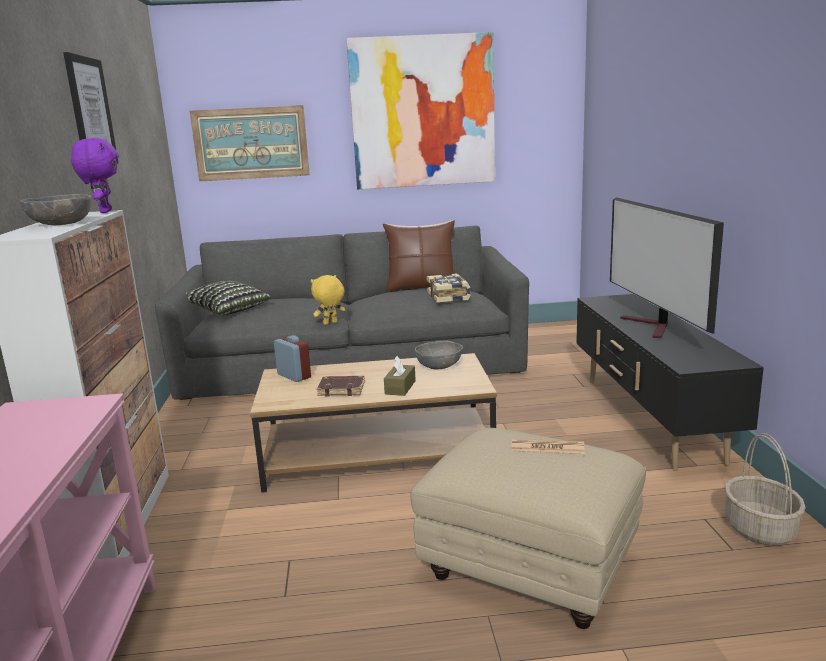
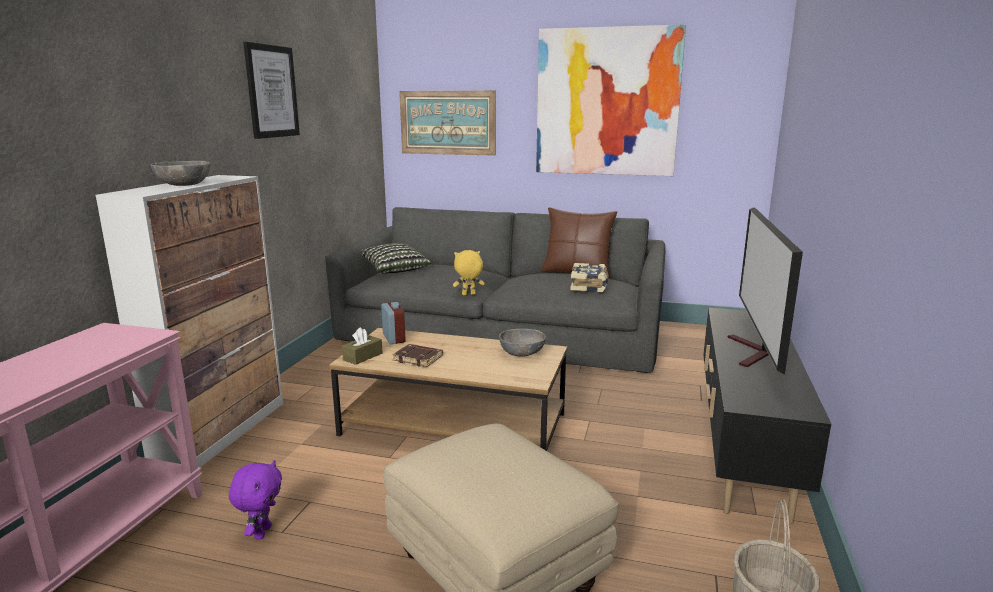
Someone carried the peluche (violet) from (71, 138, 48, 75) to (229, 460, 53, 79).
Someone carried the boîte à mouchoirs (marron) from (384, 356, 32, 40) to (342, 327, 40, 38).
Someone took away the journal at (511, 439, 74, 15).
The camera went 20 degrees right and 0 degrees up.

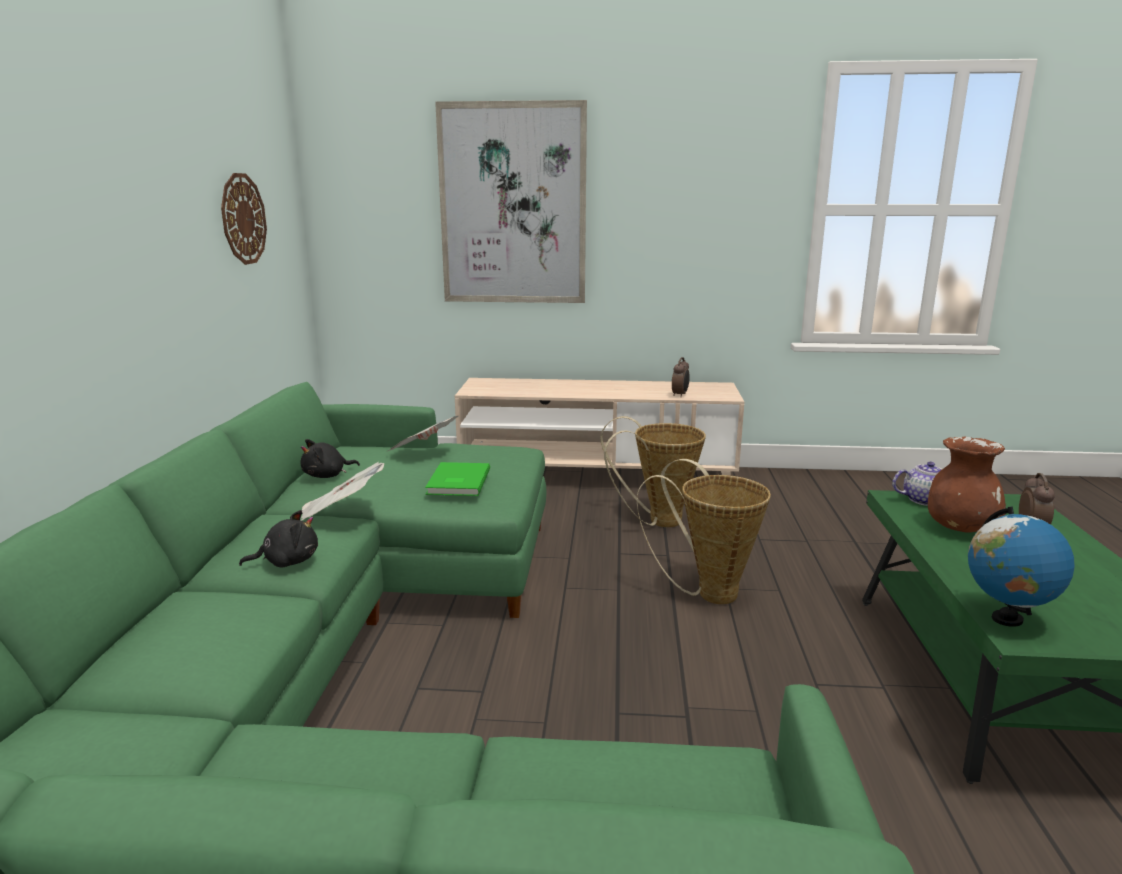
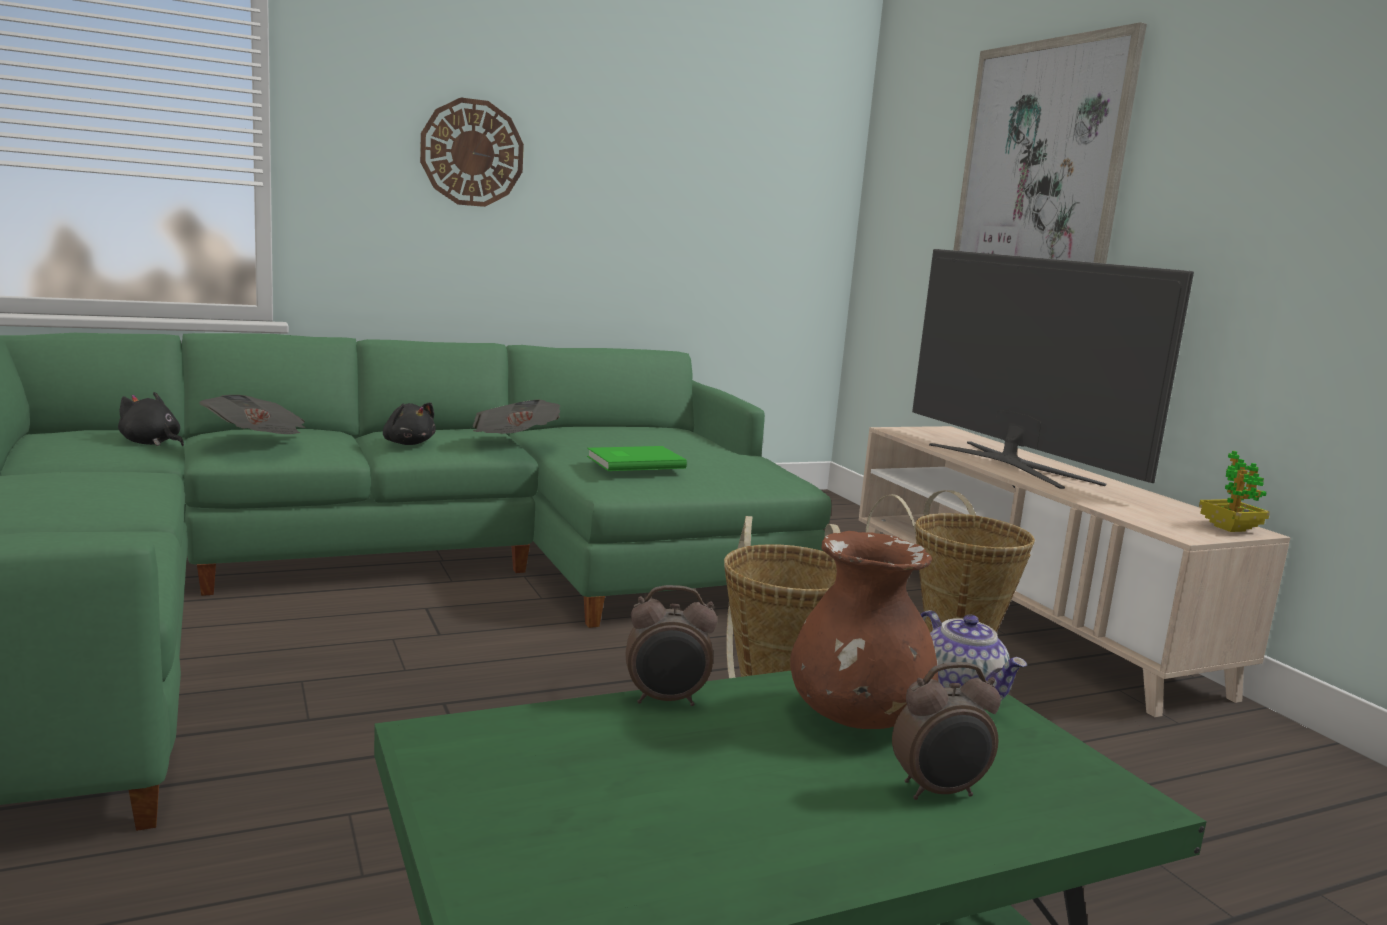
Someone carried the peluche (noir) from (301, 439, 59, 39) to (118, 392, 66, 54).
Someone carried the journal from (386, 416, 73, 36) to (199, 395, 107, 39).
Someone carried the horloge murale from (221, 173, 46, 92) to (420, 97, 104, 110).
Someone carried the réveil from (672, 357, 18, 40) to (626, 585, 91, 121).
Someone put down the téléviseur at (912, 249, 282, 240).
Someone put down the plante en pot at (1199, 451, 71, 81).
Someone took away the globe at (968, 507, 107, 120).
The camera went 60 degrees right and 5 degrees down.

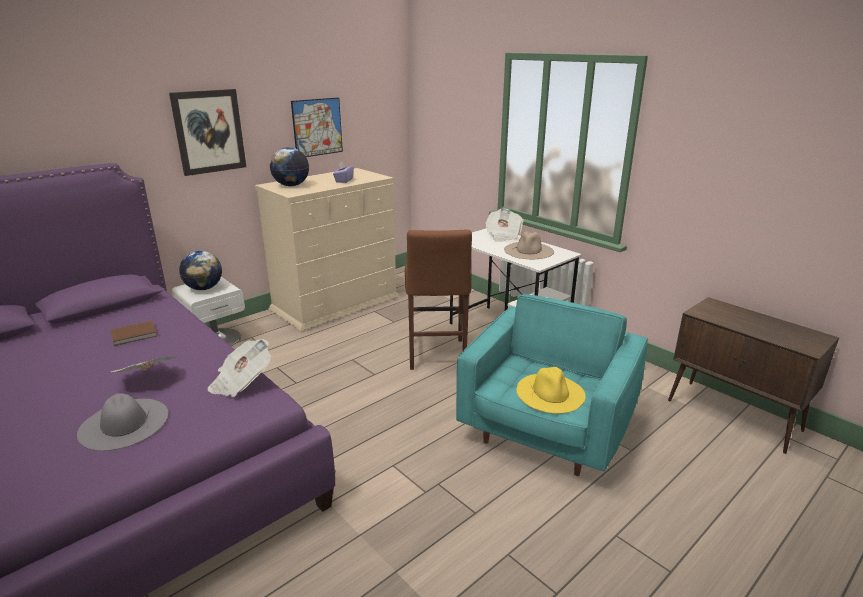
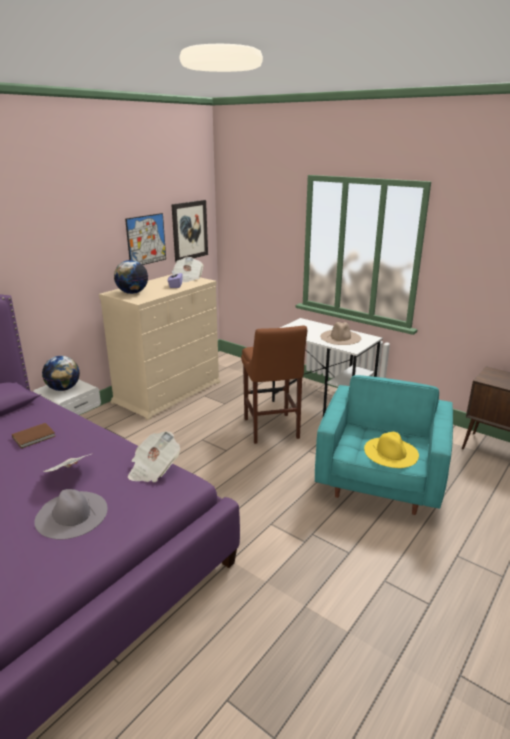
Someone carried the tableau from (169, 89, 77, 87) to (171, 200, 37, 62).
Someone carried the journal from (485, 208, 38, 34) to (173, 257, 31, 25).
The camera went 10 degrees left and 0 degrees up.

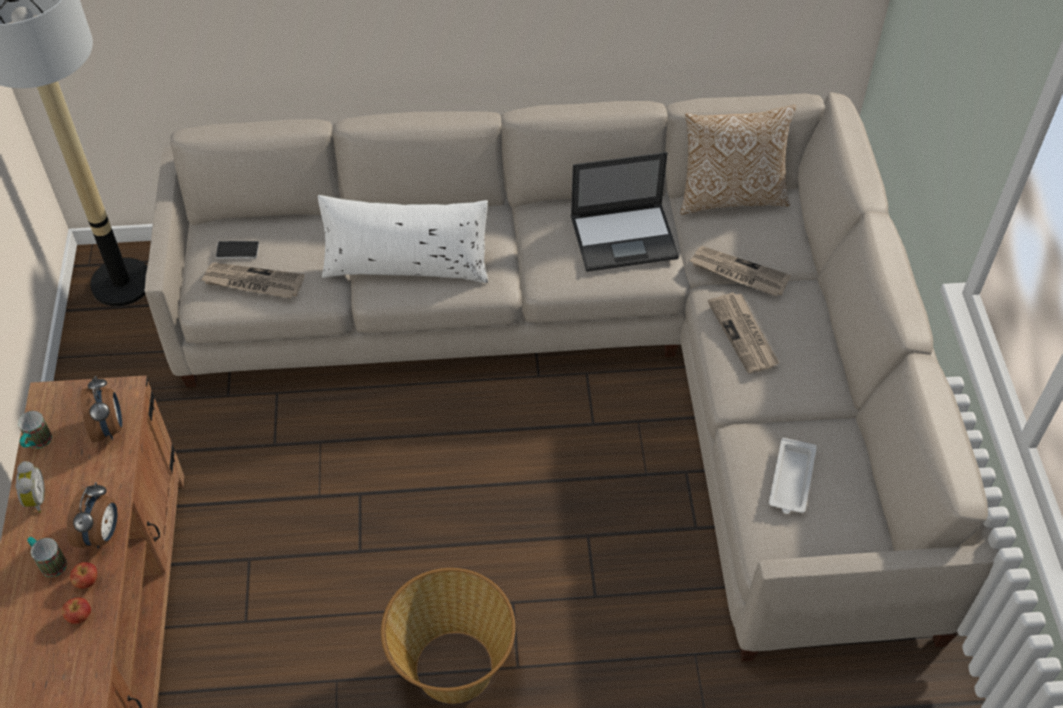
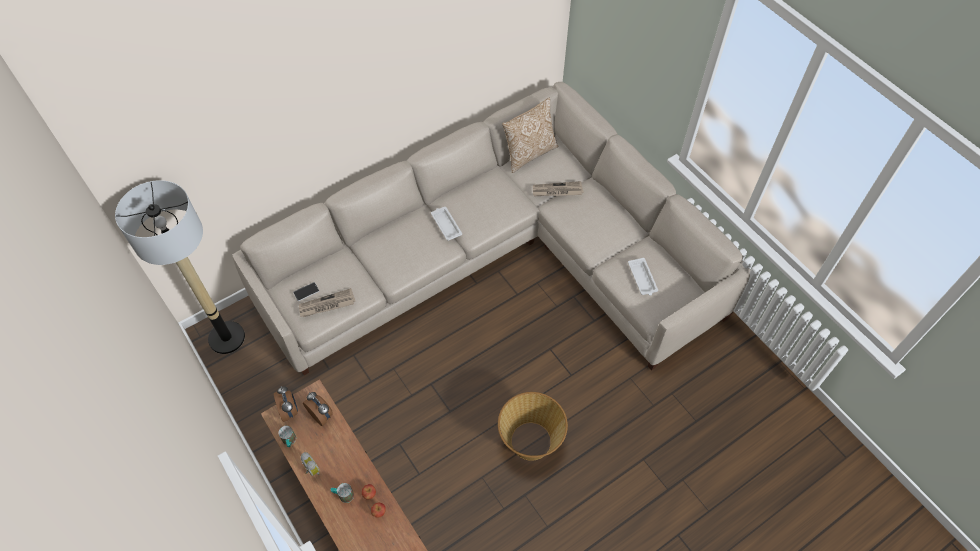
Someone carried the réveil from (67, 482, 50, 66) to (274, 386, 24, 36).
Someone put down the plateau (blanc) at (431, 207, 31, 34).
Someone took away the coussin (blanc) at (318, 195, 170, 88).
Someone took away the ordinateur portable at (571, 152, 108, 120).
Someone took away the journal at (708, 292, 71, 82).
The camera went 30 degrees left and 5 degrees up.

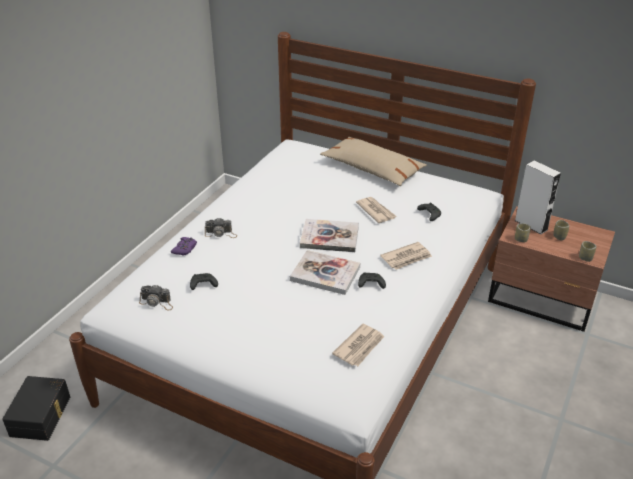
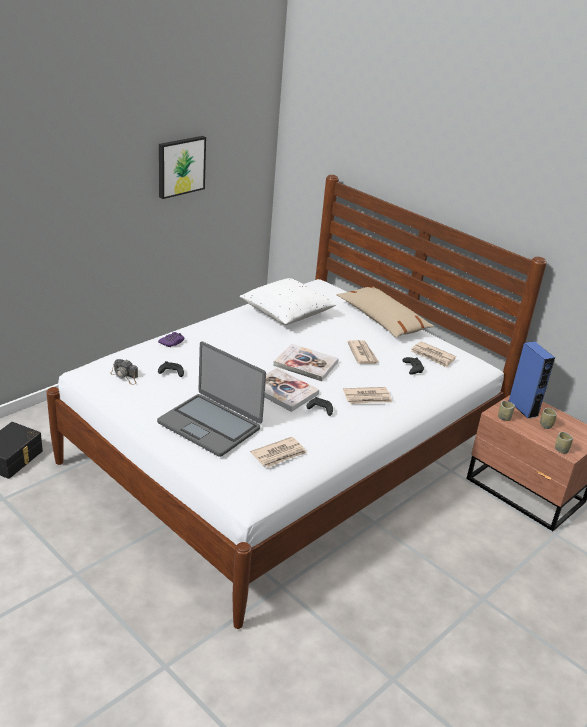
Someone put down the ordinateur portable at (157, 341, 109, 116).
Someone put up the tableau at (159, 136, 47, 63).
Someone put down the coussin (blanc) at (240, 278, 96, 47).
Someone put down the journal at (411, 341, 45, 26).
Someone repainted the enceinte (blanc) at (514, 161, 47, 73), which became the enceinte (bleu) at (508, 341, 47, 78).
Someone took away the appareil photo at (205, 218, 32, 20).
The camera went 15 degrees right and 5 degrees down.

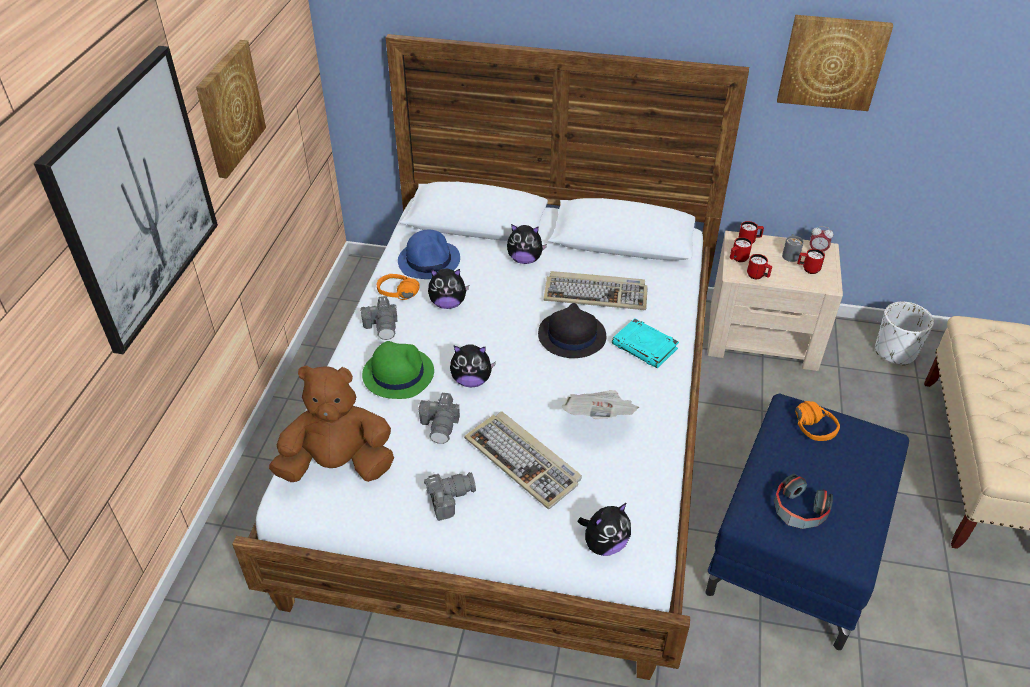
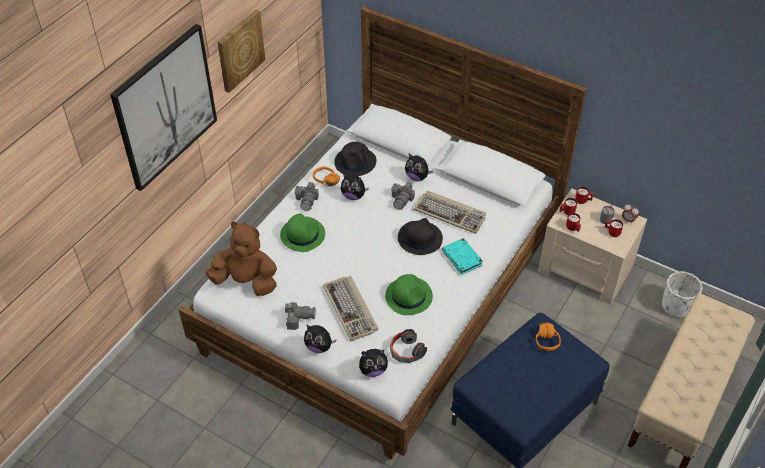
Someone carried the peluche from (450, 344, 46, 44) to (304, 325, 32, 28).
Someone repainted the chapeau (bleu) at (398, 230, 62, 49), which became the chapeau (noir) at (334, 142, 42, 34).
Someone swapped the journal at (561, 390, 78, 29) for the chapeau (vert) at (385, 274, 48, 41).
Someone carried the casque audio from (774, 474, 59, 55) to (390, 329, 37, 34).
Someone carried the appareil photo from (418, 393, 42, 51) to (391, 182, 24, 28).
Someone took away the tableau at (777, 15, 116, 96).
The camera went 20 degrees right and 5 degrees up.

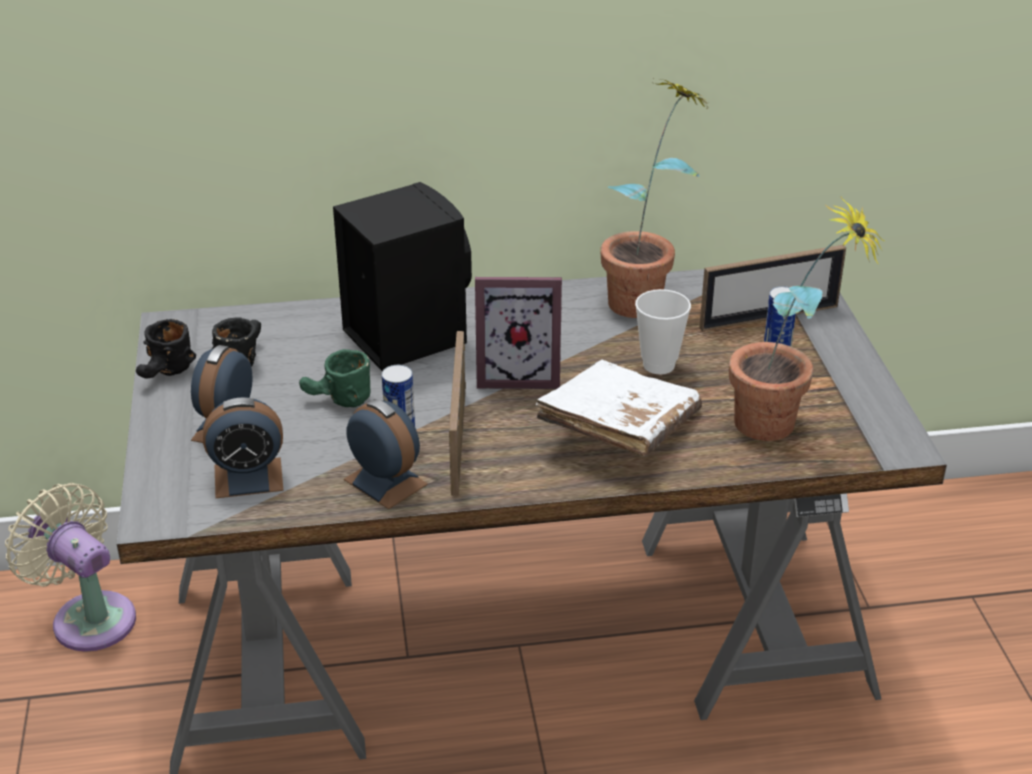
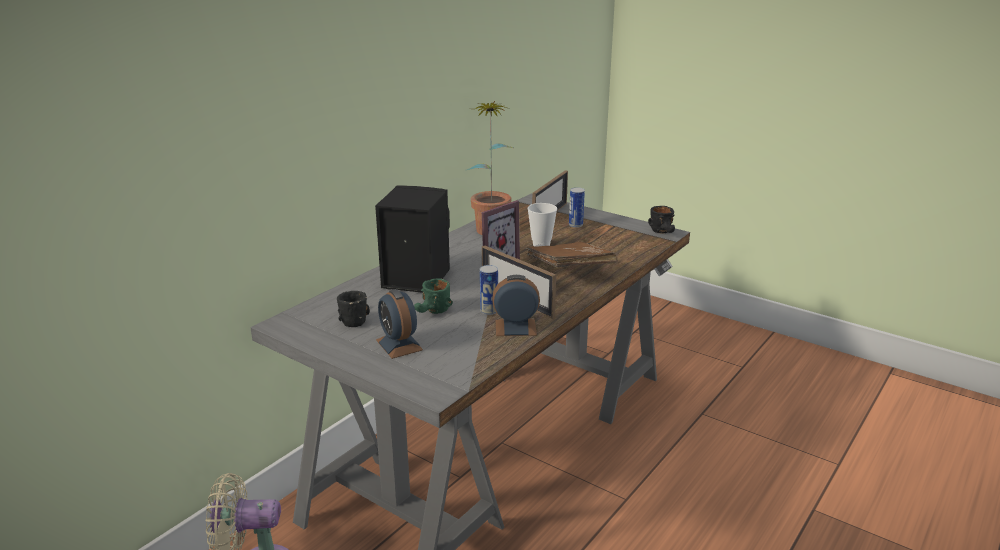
Someone repainted the livre (blanc) at (535, 360, 167, 97), which became the livre (marron) at (526, 242, 92, 26).
Someone carried the mug (noir) from (136, 319, 60, 60) to (648, 206, 27, 28).
Someone took away the réveil at (203, 397, 81, 101).
Someone took away the plante en pot at (729, 196, 155, 245).
The camera went 45 degrees left and 10 degrees down.

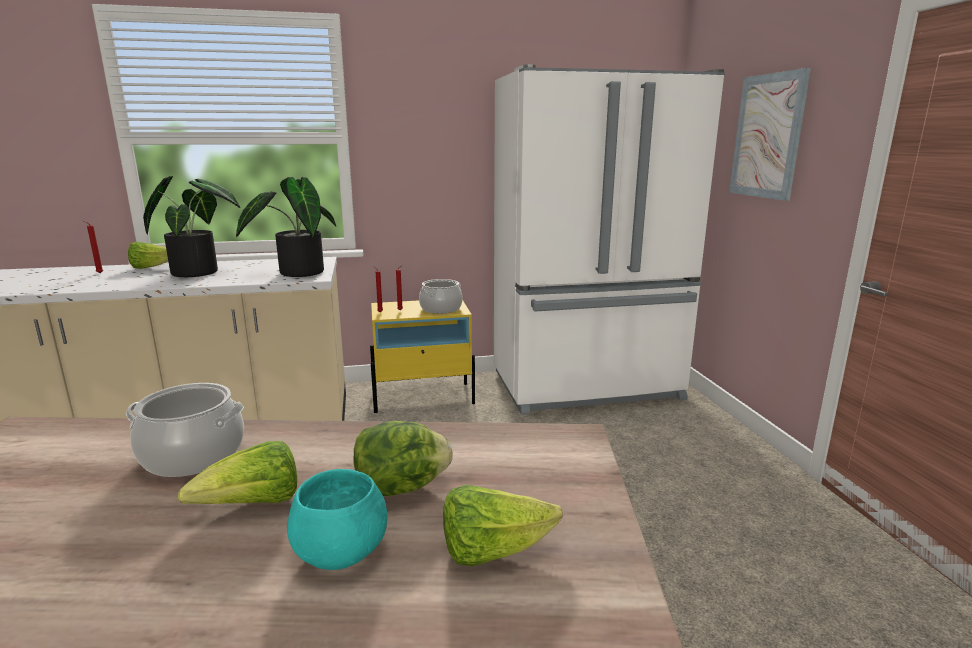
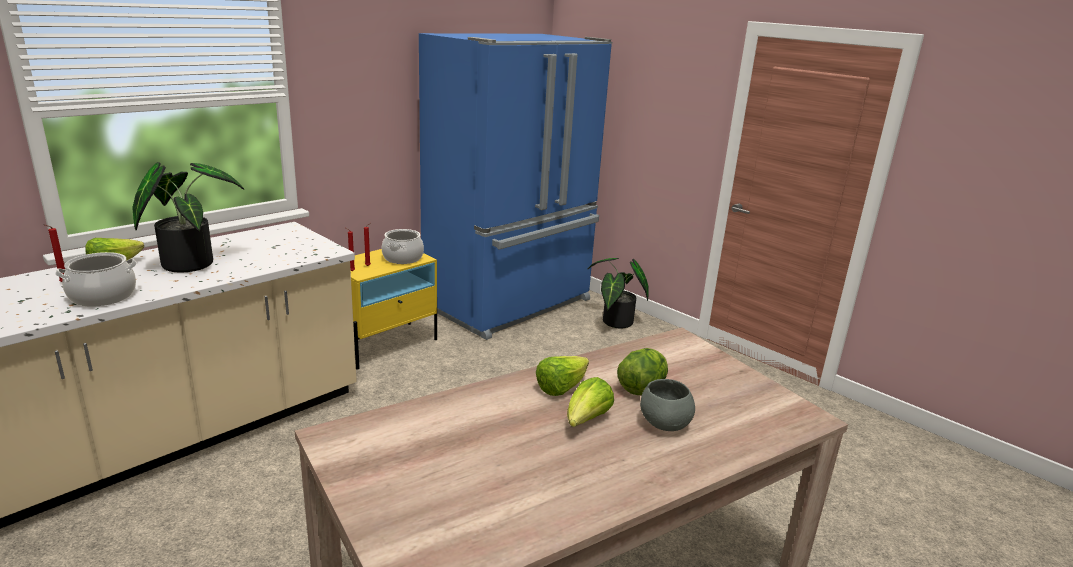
Someone carried the marmite from (126, 383, 118, 94) to (55, 252, 82, 55).
Someone repainted the réfrigérateur (blanc) at (494, 64, 231, 351), which became the réfrigérateur (bleu) at (419, 33, 193, 307).
Someone carried the laitue from (443, 485, 120, 81) to (536, 356, 53, 40).
Someone carried the plante en pot from (236, 177, 100, 100) to (587, 258, 62, 70).
Someone repainted the bol (turquoise) at (287, 469, 100, 101), which became the bol (gris) at (640, 379, 55, 52).
Someone took away the tableau at (729, 68, 82, 133).
The camera went 35 degrees left and 5 degrees up.

